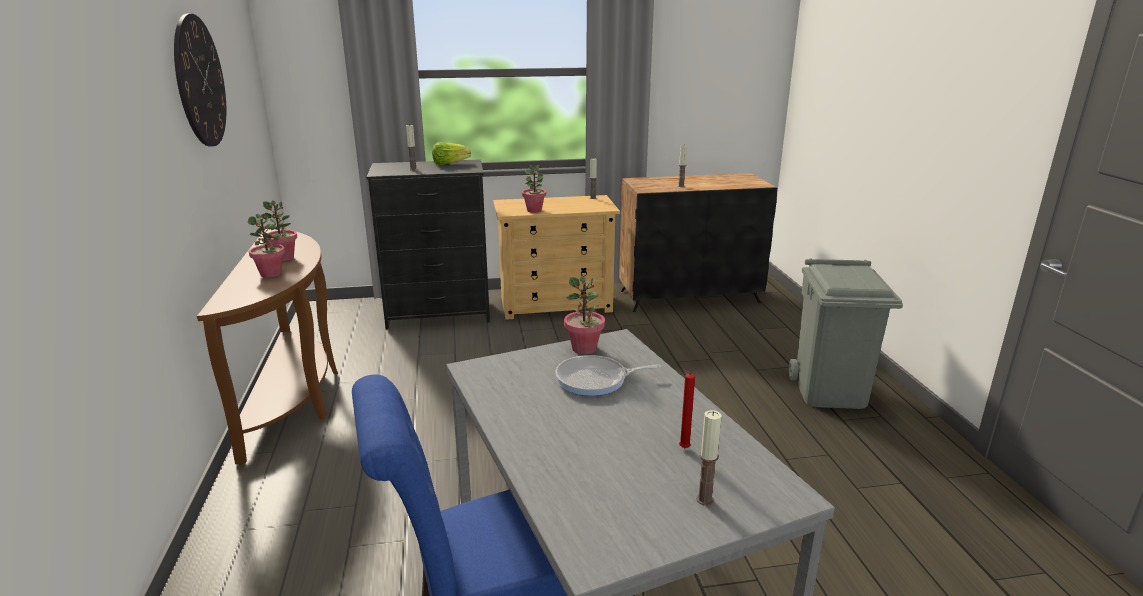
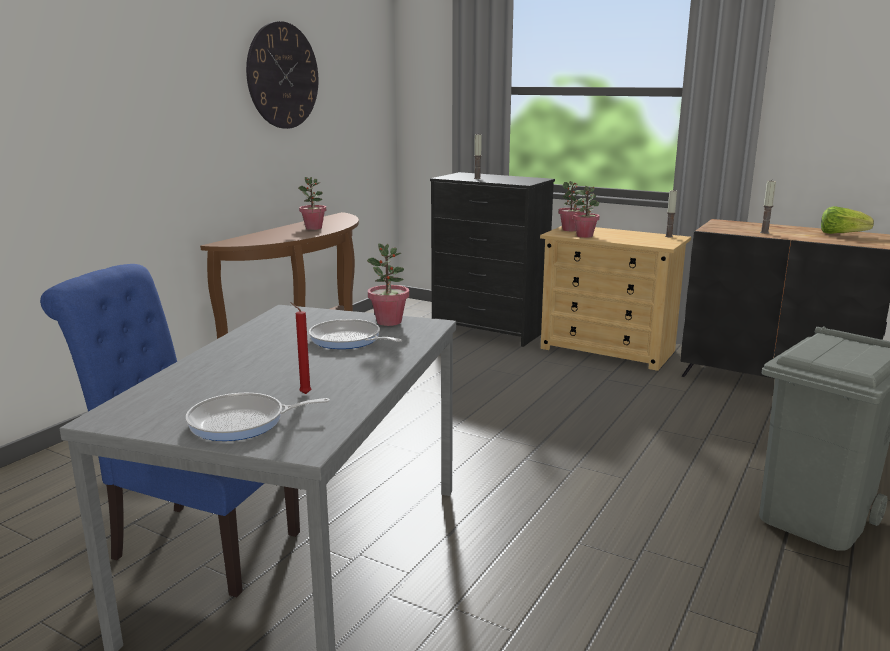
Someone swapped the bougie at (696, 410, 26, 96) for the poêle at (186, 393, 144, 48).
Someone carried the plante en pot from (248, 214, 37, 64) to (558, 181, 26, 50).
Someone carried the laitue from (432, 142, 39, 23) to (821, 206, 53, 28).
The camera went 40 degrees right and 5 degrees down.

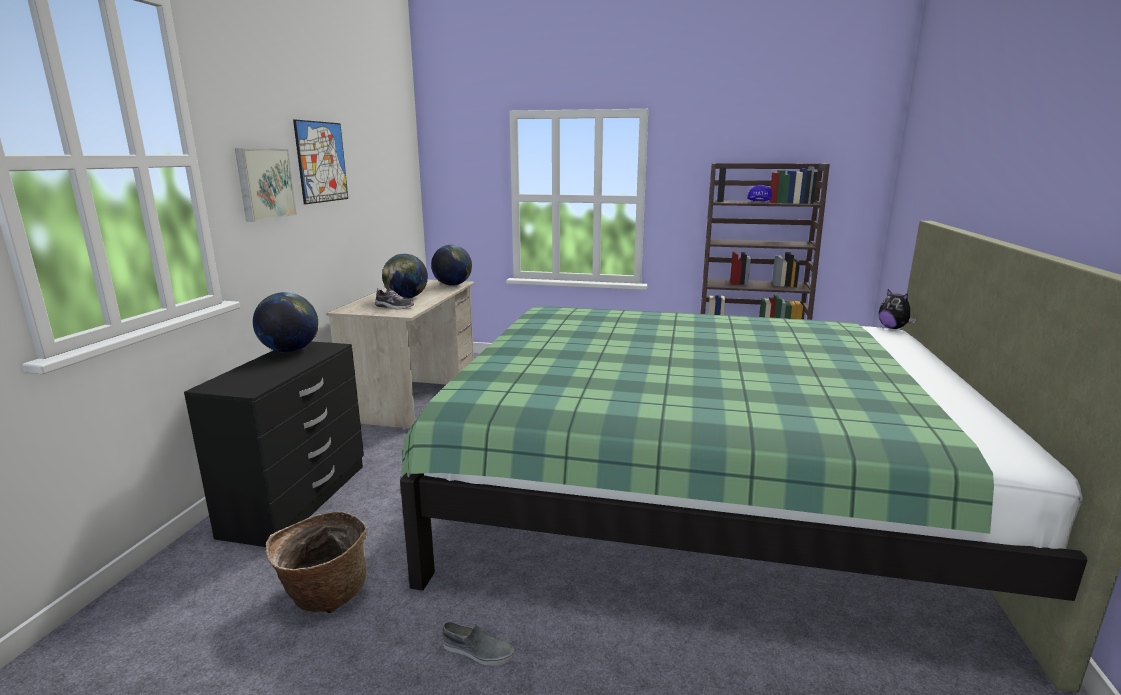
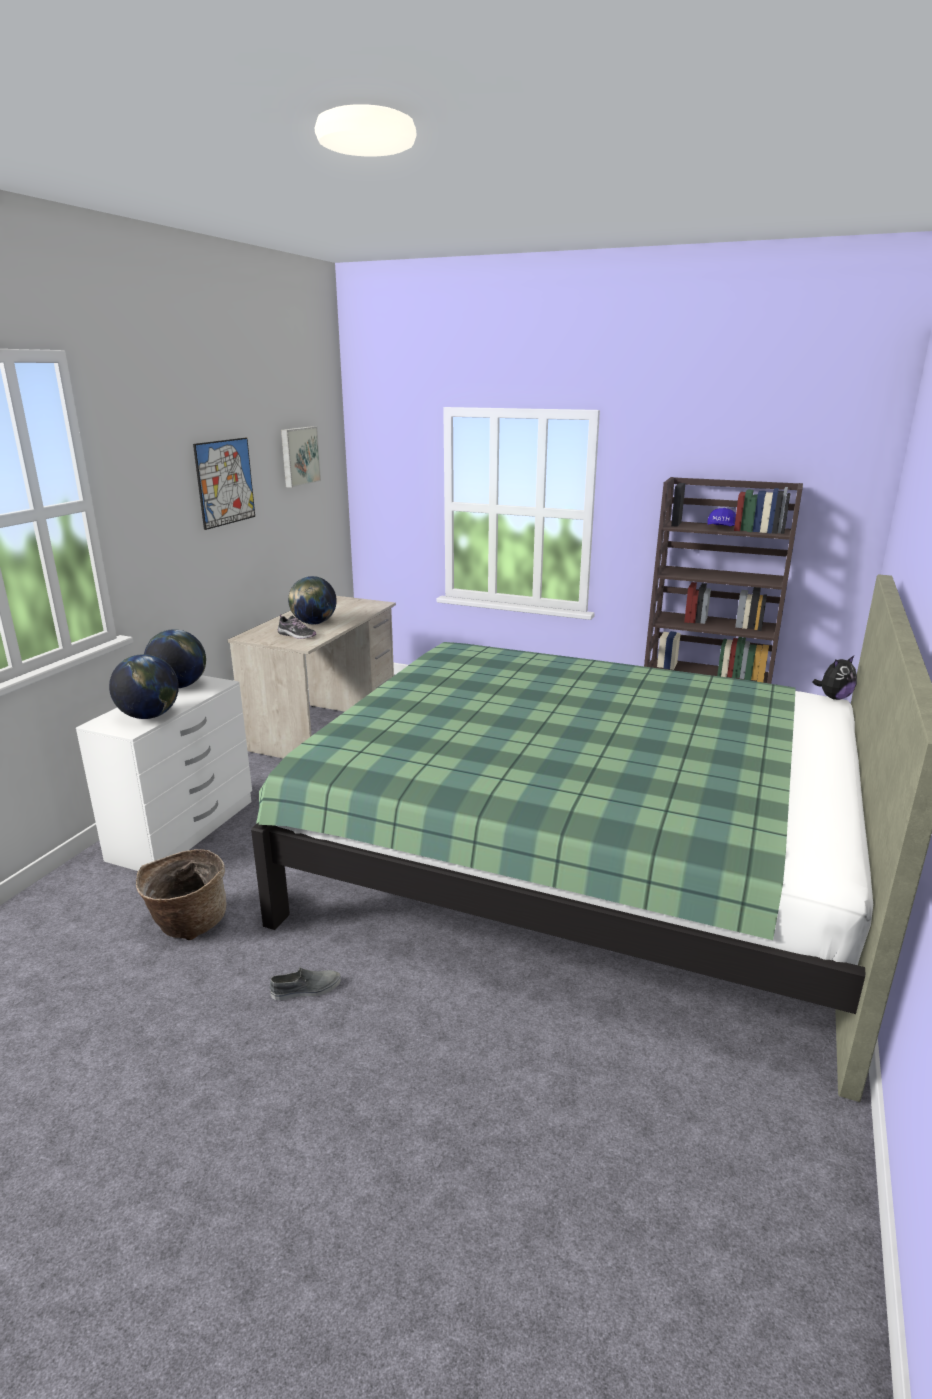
Someone repainted the commode (noir) at (184, 341, 180, 206), which became the commode (blanc) at (76, 675, 176, 196).
Someone carried the globe from (431, 245, 41, 41) to (109, 654, 70, 65).
Someone rotated the chaussure (gris) at (442, 622, 73, 44) by 45 degrees counterclockwise.
Someone carried the tableau from (235, 148, 62, 74) to (281, 426, 40, 62).
Someone rotated the peluche at (879, 289, 37, 40) by 105 degrees counterclockwise.
The camera went 10 degrees right and 5 degrees up.

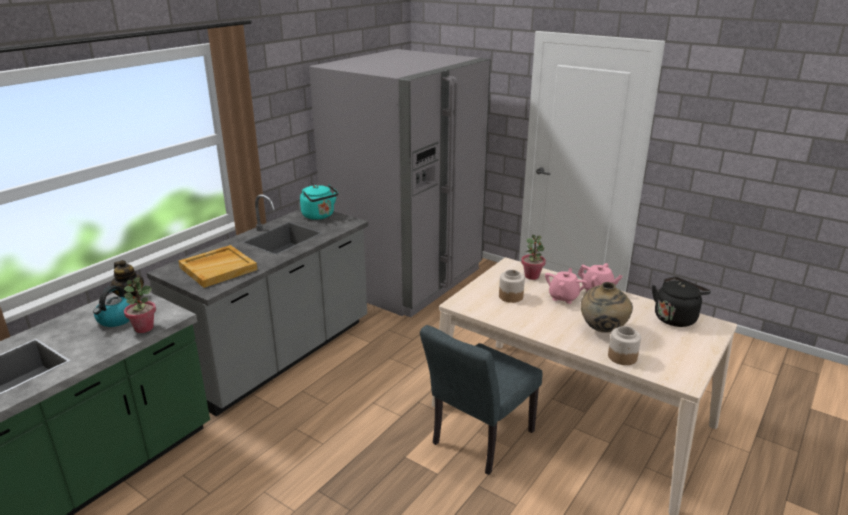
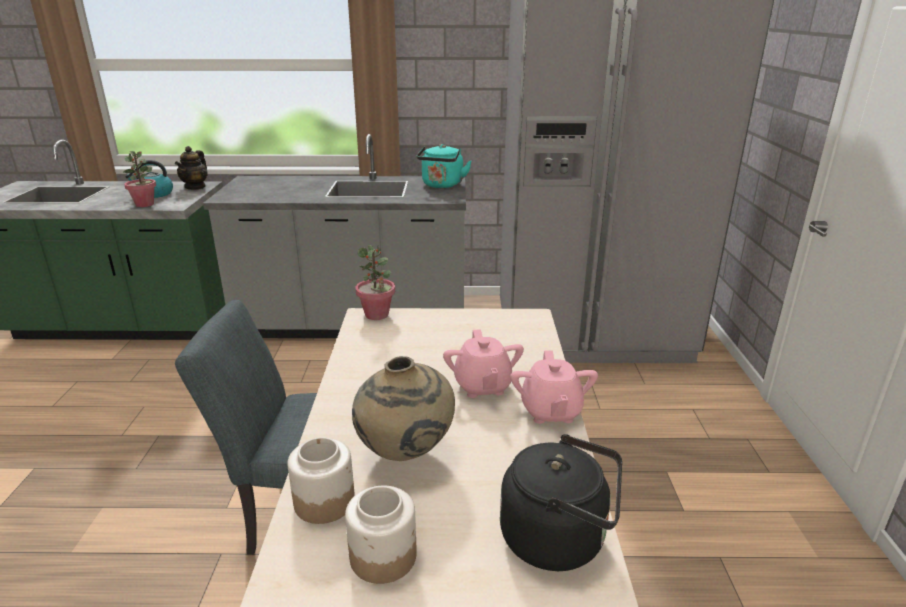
Someone carried the bocal from (499, 270, 26, 33) to (345, 486, 72, 98).
Someone carried the plante en pot from (521, 235, 25, 45) to (355, 245, 40, 75).
Someone rotated the théière (rose) at (545, 268, 42, 36) by 90 degrees clockwise.
Someone took away the plateau (beige) at (179, 245, 78, 43).
The camera went 55 degrees right and 0 degrees up.

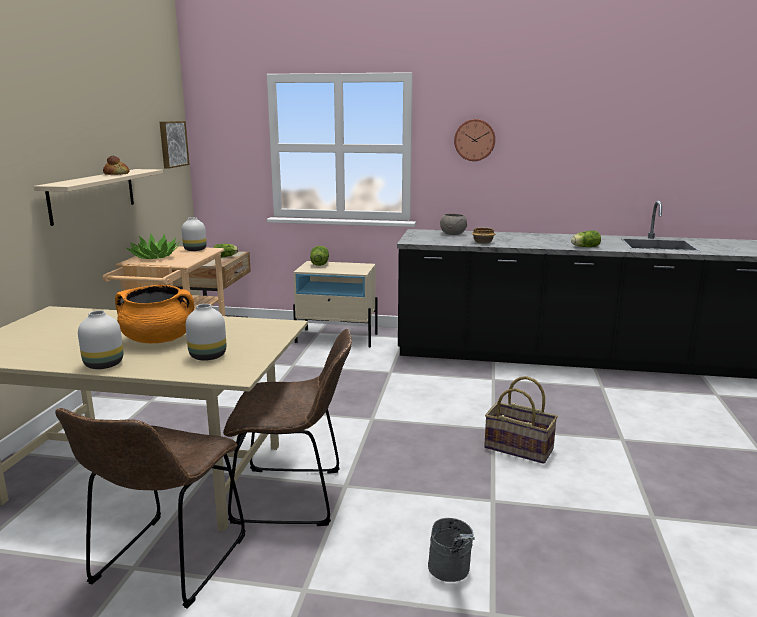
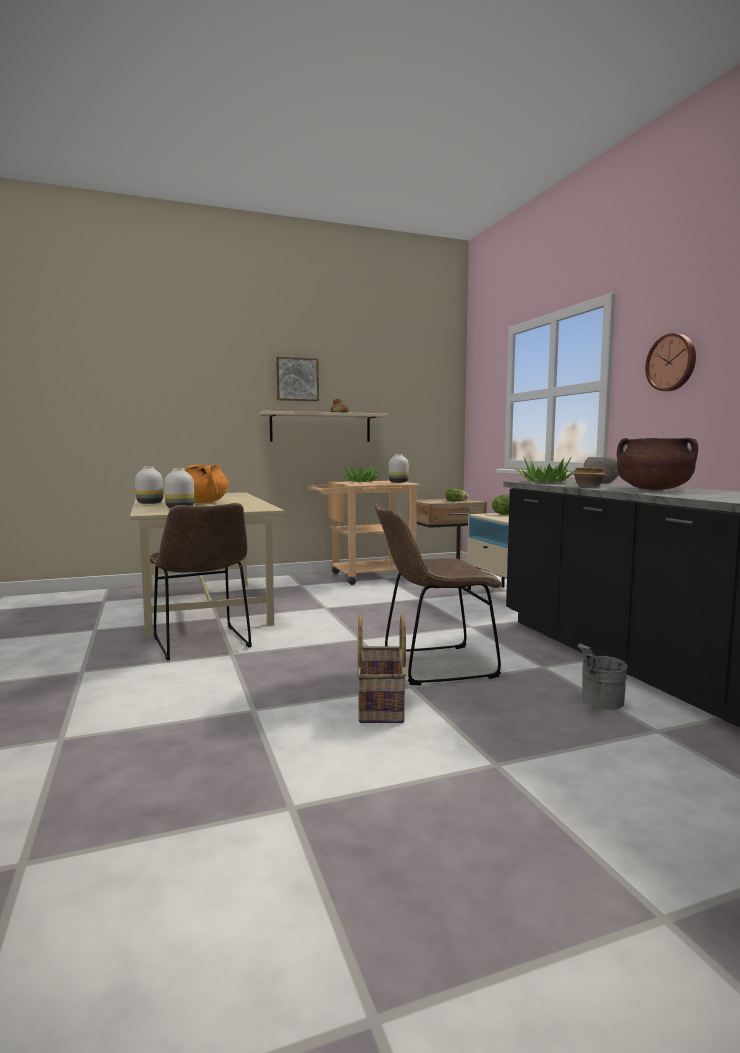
Someone carried the tableau from (160, 121, 30, 48) to (276, 357, 43, 44).
Someone carried the chaise (marron) from (55, 408, 191, 201) to (375, 504, 126, 181).
Someone put down the plante en pot at (516, 457, 60, 25).
Someone carried the seau (gris) from (428, 518, 47, 64) to (577, 643, 50, 67).
Someone put down the marmite (marron) at (617, 438, 81, 52).
Someone took away the laitue at (571, 230, 30, 17).
The camera went 60 degrees right and 10 degrees down.

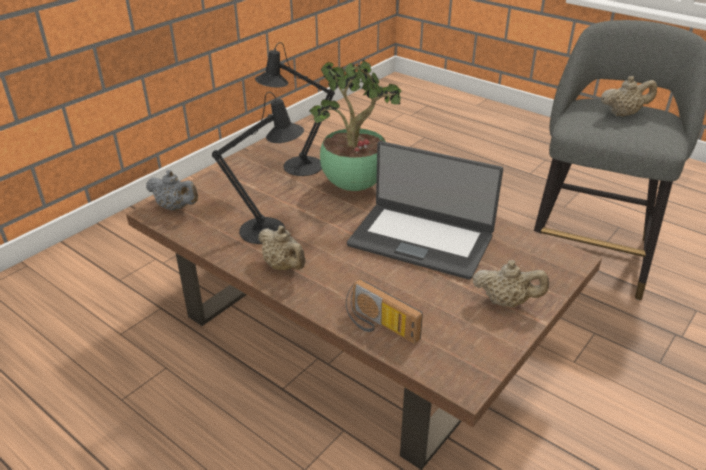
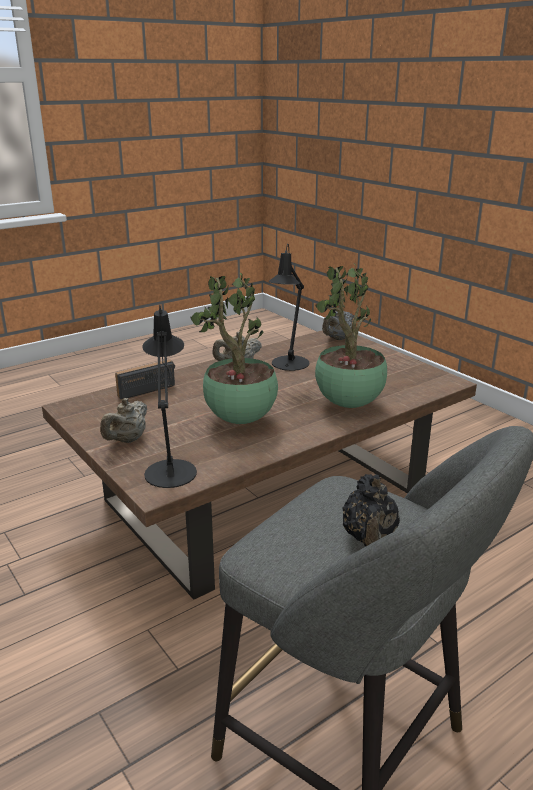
Someone carried the lampe de table (noir) from (255, 42, 80, 134) to (142, 305, 55, 183).
Someone swapped the ordinateur portable at (347, 141, 156, 139) for the plante en pot at (190, 273, 88, 151).
Someone repainted the théière (beige) at (601, 76, 56, 40), which became the théière (noir) at (343, 474, 57, 73).
The camera went 105 degrees right and 10 degrees down.

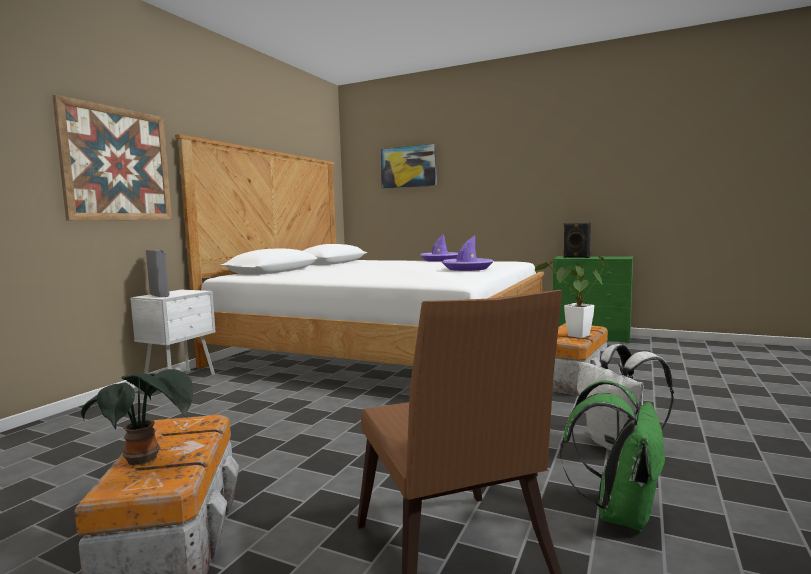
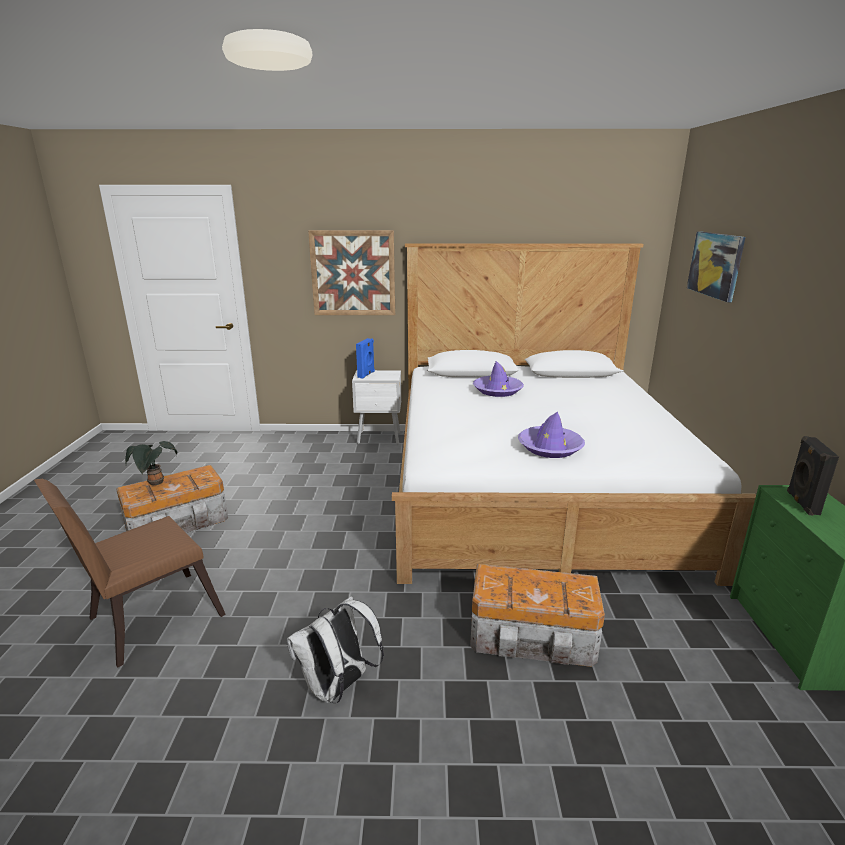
Someone repainted the enceinte (gris) at (146, 249, 24, 48), which became the enceinte (bleu) at (356, 338, 19, 41).
Someone carried the chapeau (violet) from (420, 233, 38, 29) to (473, 361, 51, 36).
Someone took away the plante en pot at (535, 256, 73, 82).
Someone took away the sac à dos (vert) at (560, 380, 107, 152).
The camera went 65 degrees right and 15 degrees up.

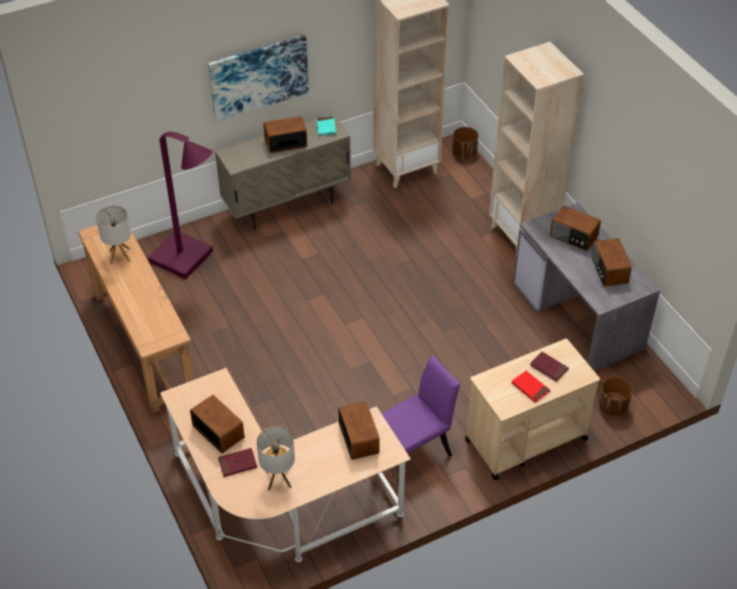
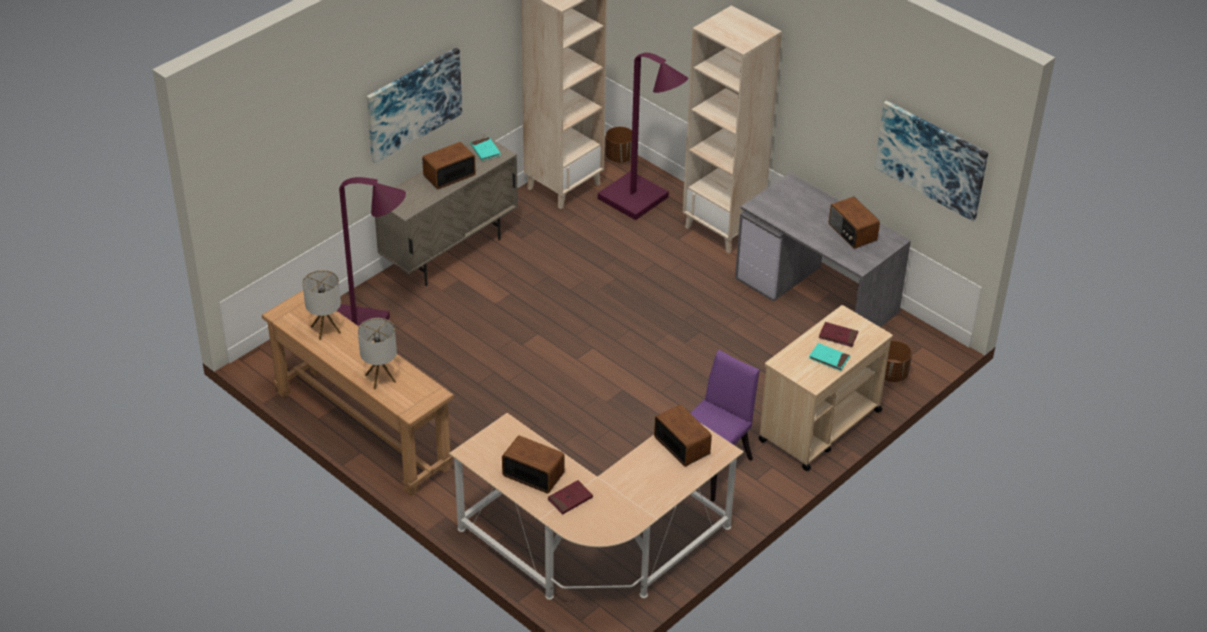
Someone carried the lampe de table from (257, 426, 38, 65) to (358, 318, 39, 72).
Someone put down the lampadaire (violet) at (598, 53, 90, 167).
Someone repainted the livre (rouge) at (512, 371, 38, 32), which became the livre (turquoise) at (809, 343, 41, 28).
Someone put up the tableau at (875, 101, 113, 120).
Someone took away the radio at (550, 206, 51, 45).
The camera went 20 degrees left and 5 degrees down.

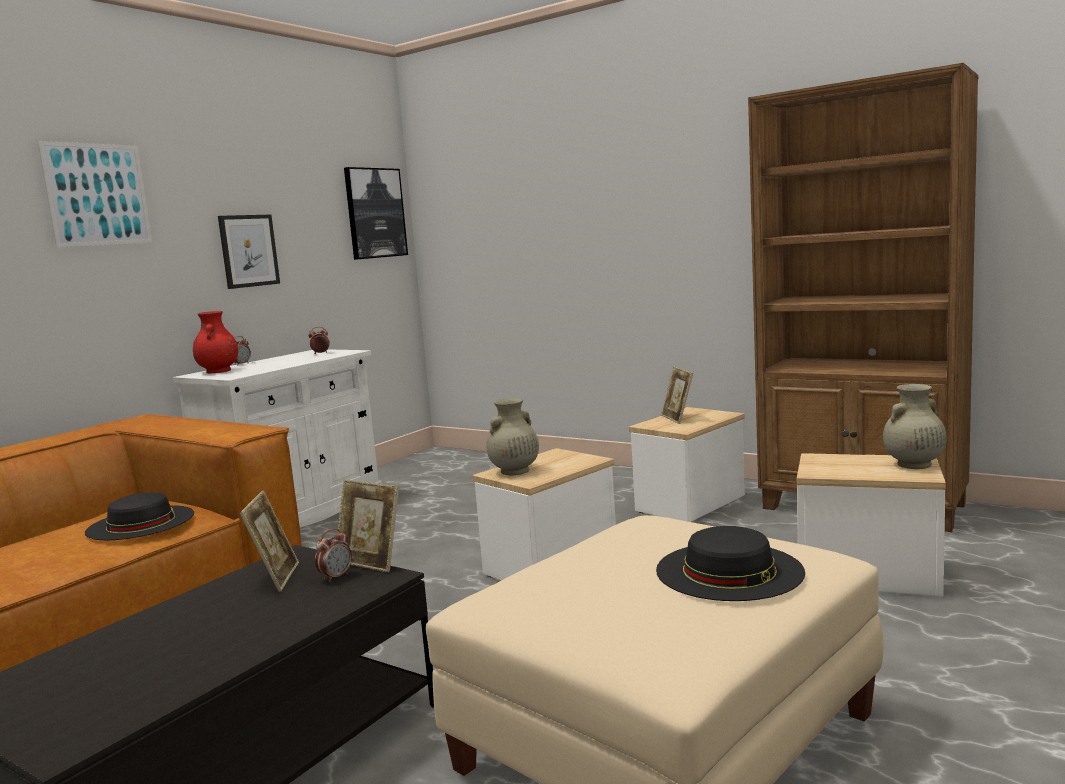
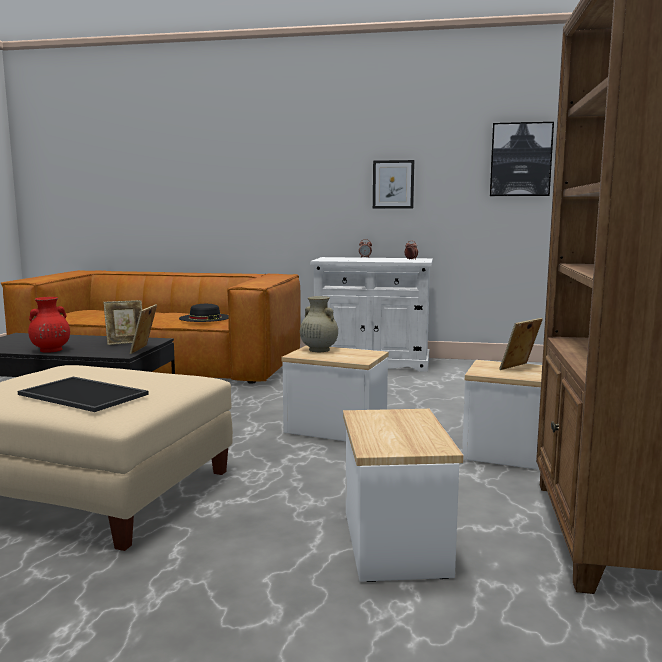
Someone swapped the chapeau (noir) at (656, 526, 149, 75) for the plateau at (18, 377, 131, 35).
Someone carried the vase (rouge) from (193, 311, 45, 62) to (28, 297, 42, 56).
Someone took away the tableau at (37, 141, 115, 107).
Someone took away the réveil at (315, 528, 37, 54).
Someone took away the vase (beige) at (883, 384, 64, 85).
The camera went 65 degrees right and 0 degrees up.

